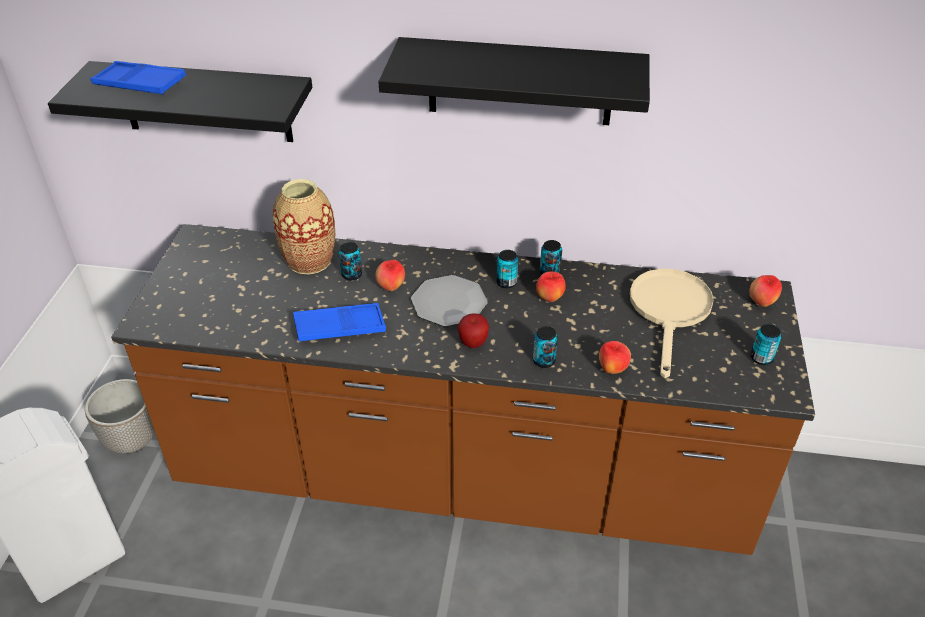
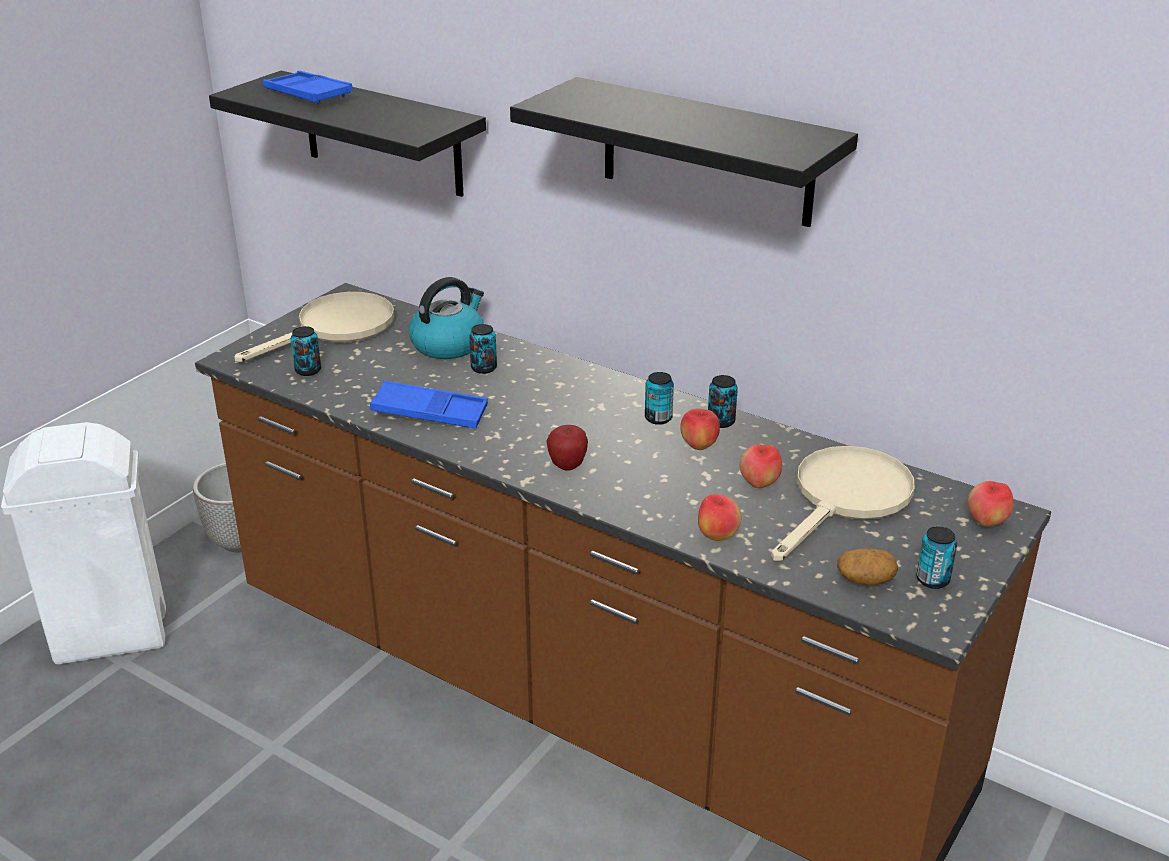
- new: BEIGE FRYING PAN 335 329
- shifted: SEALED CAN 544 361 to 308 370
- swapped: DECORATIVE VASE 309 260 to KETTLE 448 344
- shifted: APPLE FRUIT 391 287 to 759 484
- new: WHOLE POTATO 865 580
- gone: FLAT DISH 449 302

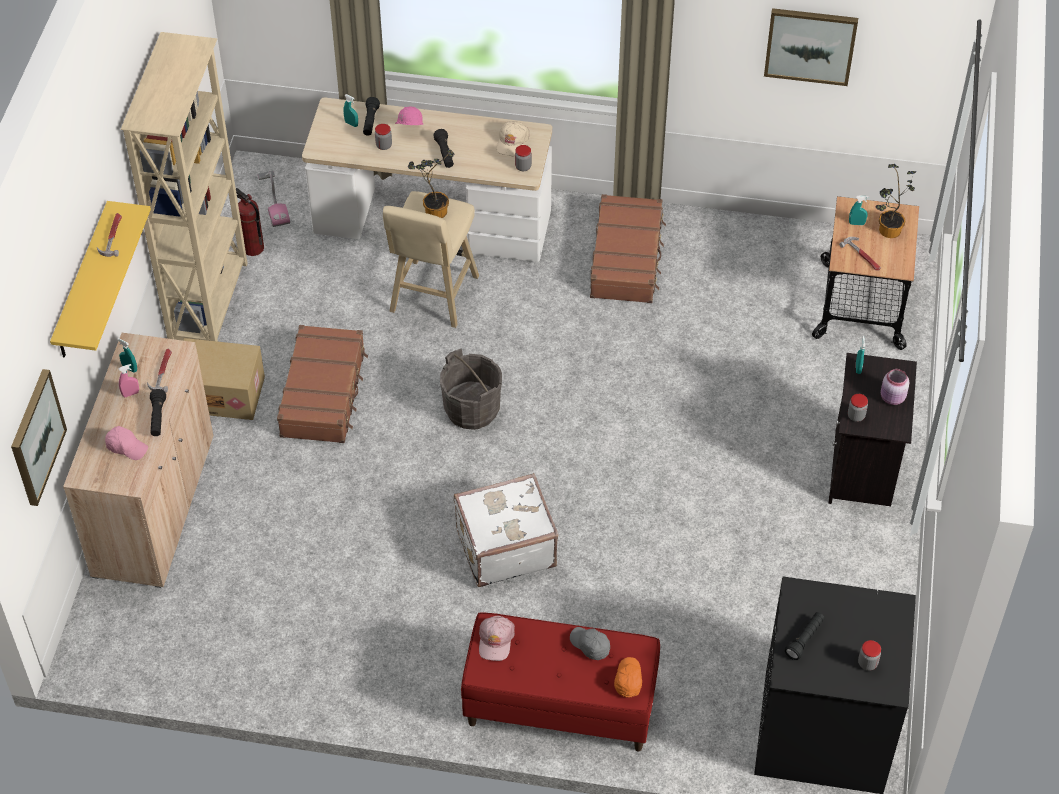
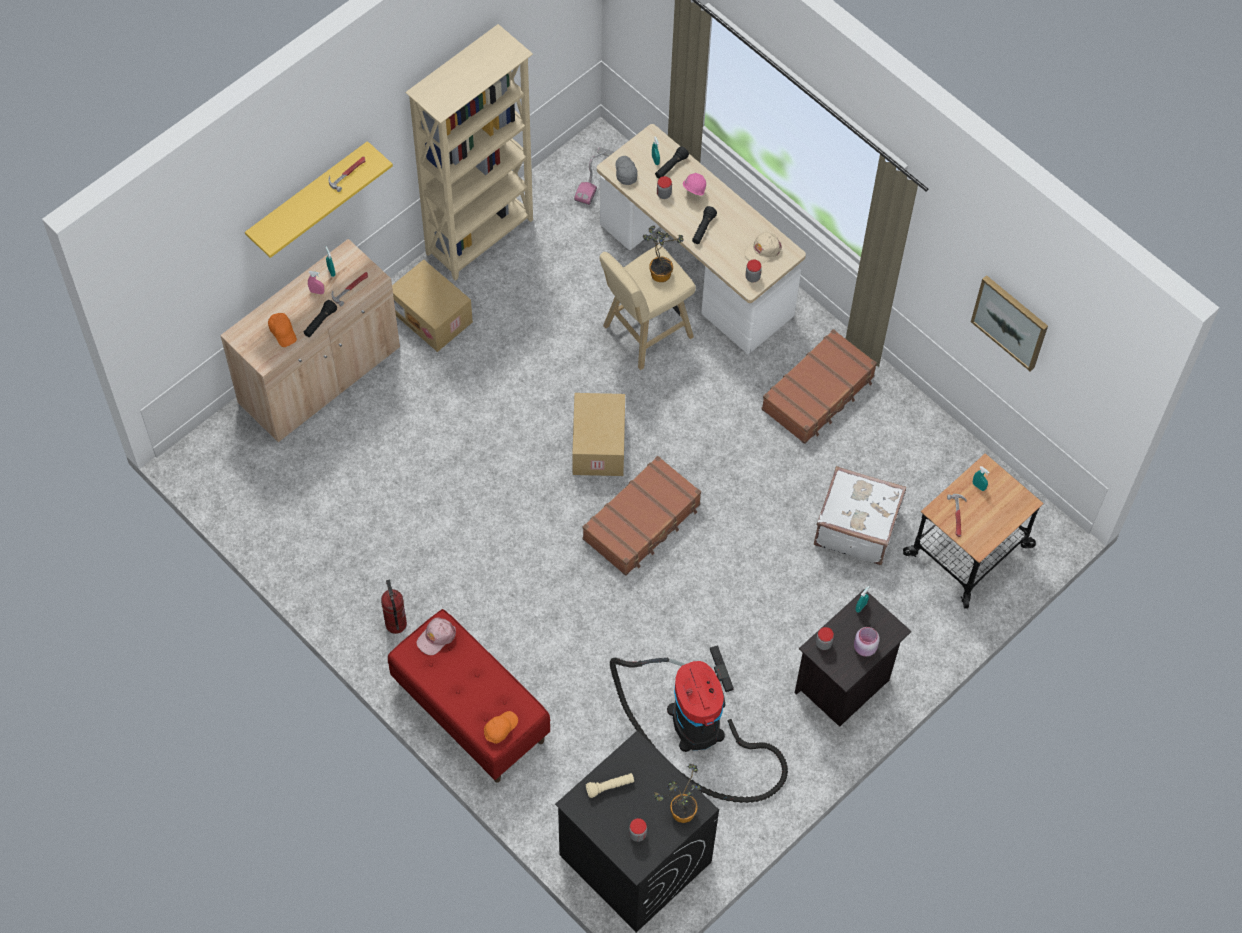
- repainted: PINK-COLOURED CAP 126 447 to ORANGE CAP 283 332
- shifted: EXTINGUISHER 252 248 to 395 624
- swapped: GREYISH BUCKET 471 409 to PACKING BOX 597 444
- shifted: BROWN-COLOURED PIECE OF LUGGAGE 324 393 to 642 522
- repainted: BLACK TORCH 804 639 to BEIGE TORCH 610 786
- new: VACUUM 699 729
- shifted: GREYISH CAP 590 646 to 625 173
- shifted: PLANT IN A POT 887 232 to 679 812
- shifted: WHITE-COLOURED PIECE OF LUGGAGE 504 547 to 856 526
- gone: PICTURE 36 437

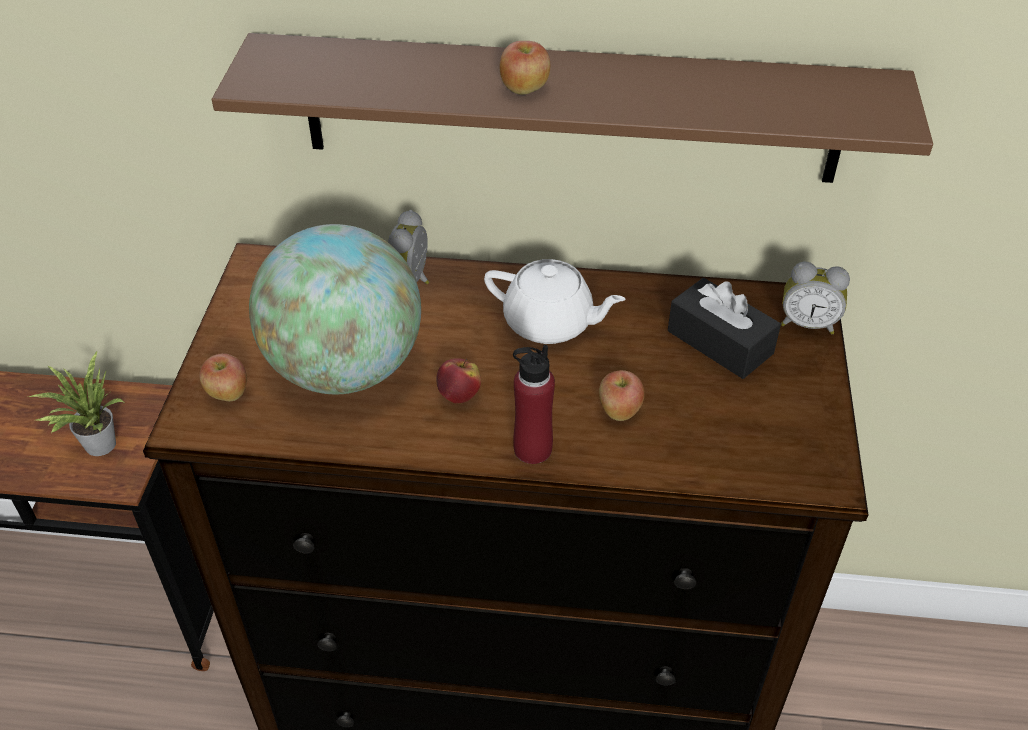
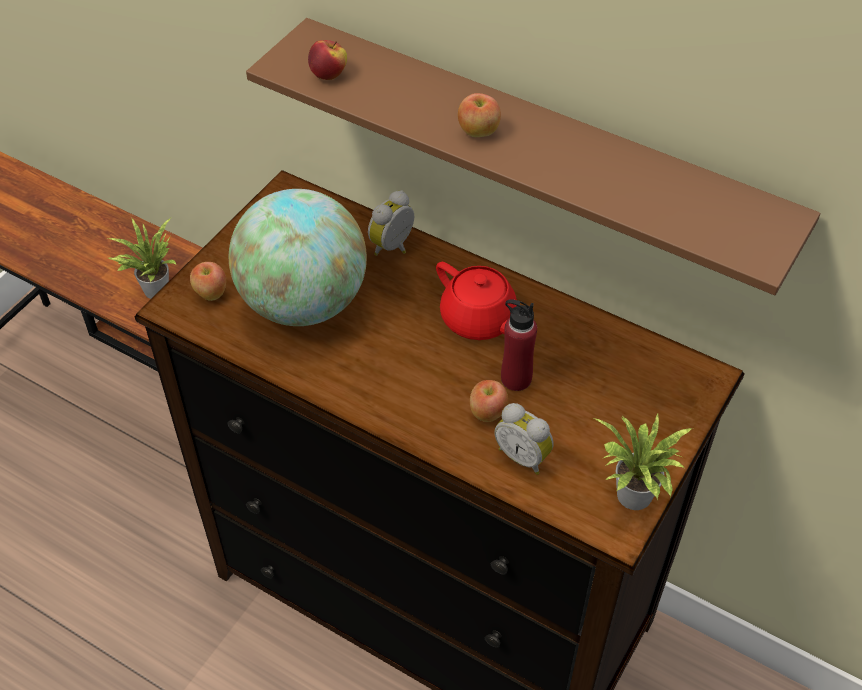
- shifted: APPLE FRUIT 459 395 to 328 75
- repainted: WHITE-COLOURED TEAPOT 550 323 to RED TEAPOT 479 320
- shifted: TABLE CLOCK 807 323 to 523 456
- shifted: RED BOTTLE 532 449 to 516 378
- new: PLANT IN A POT 633 499
- gone: BLACK BOX OF TISSUES 720 342

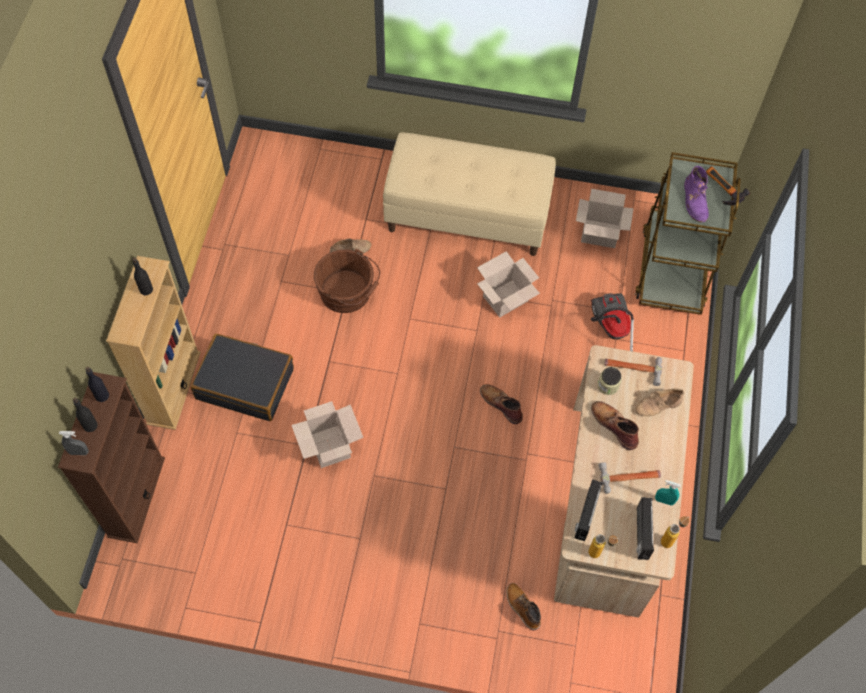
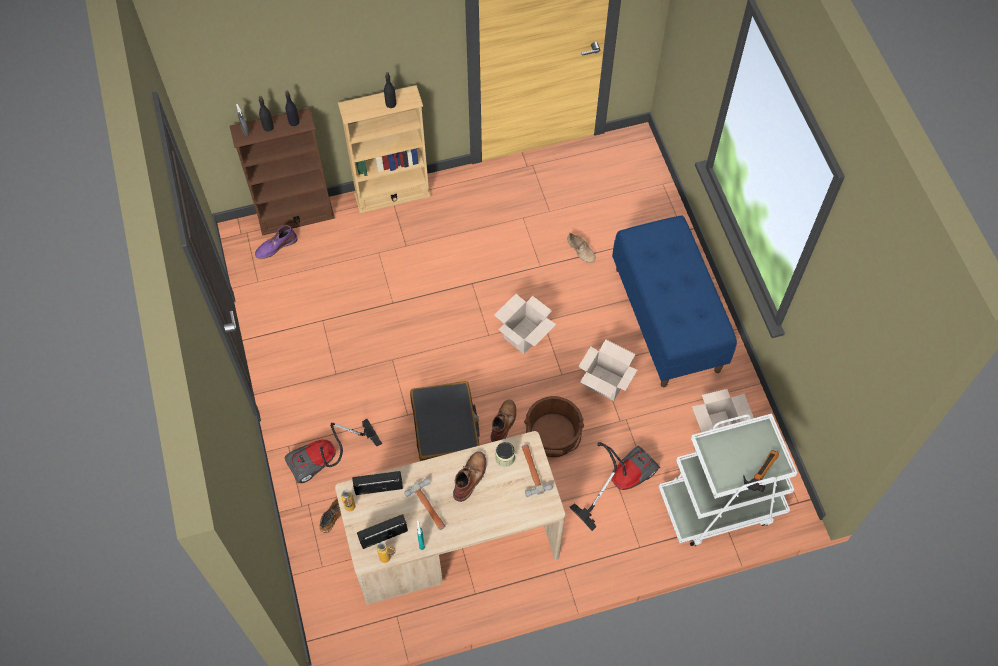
- shifted: PURPLISH BOOT 695 201 to 275 246
- new: VACUUM 327 460
- shifted: BLACK PIECE OF LUGGAGE 245 383 to 446 430
- shifted: PACKING BOX 328 446 to 524 334
- shifted: BROWN-COLOURED BUCKET 348 292 to 553 438
- repainted: BEIGE BENCH 468 216 to BLUE BENCH 668 319
- repainted: BROWN-COLOURED CART 672 268 to WHITE-COLOURED CART 720 504
- gone: BEIGE SHOE 658 406

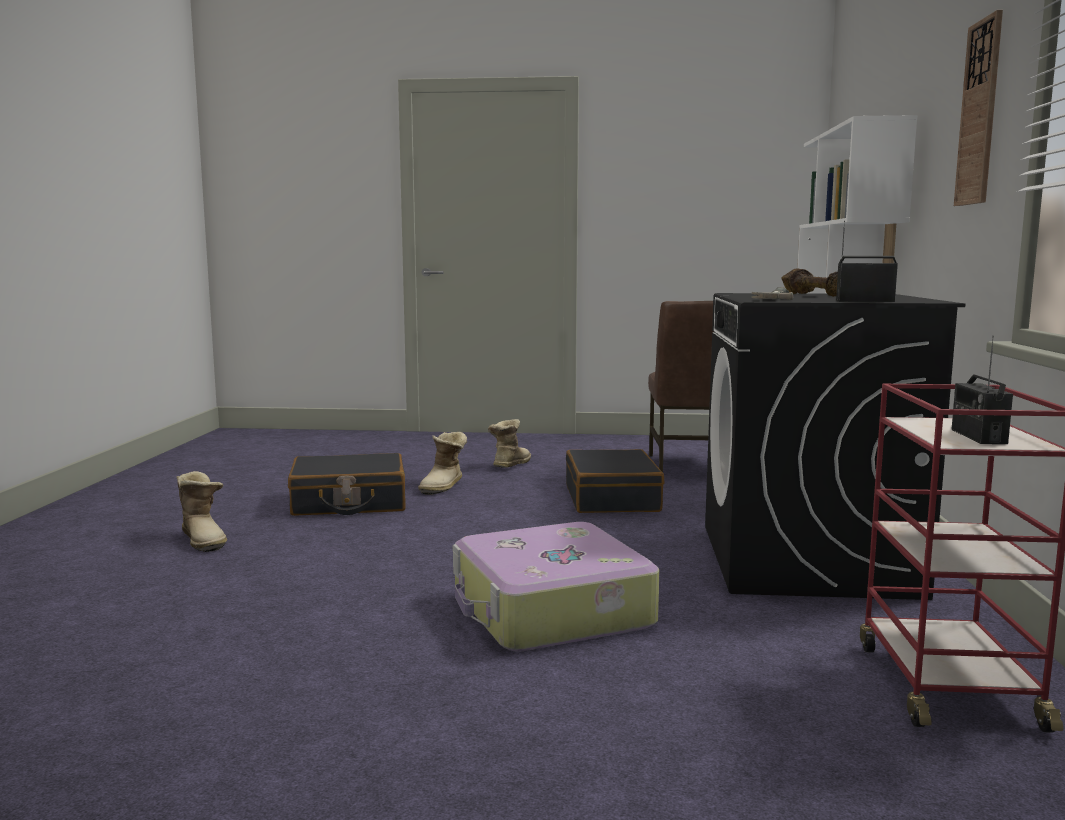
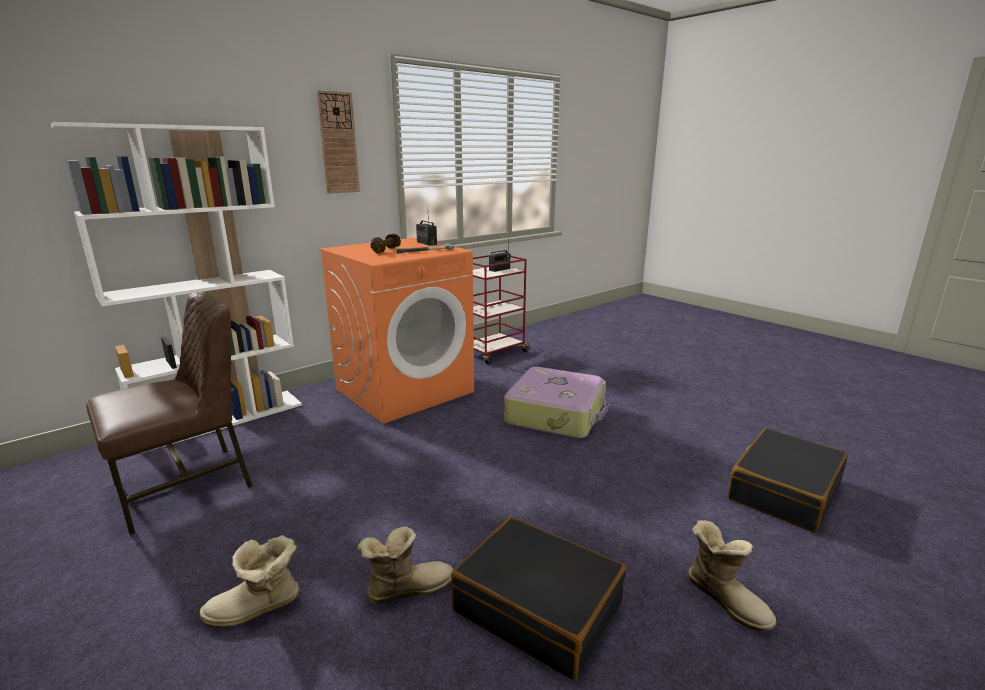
- repainted: BLACK WASHING MACHINE 807 561 to ORANGE WASHING MACHINE 405 390
- rotated: BOOT 205 539 = 726 598 135 degrees clockwise
- shifted: BLACK PIECE OF LUGGAGE 612 498 to 783 491

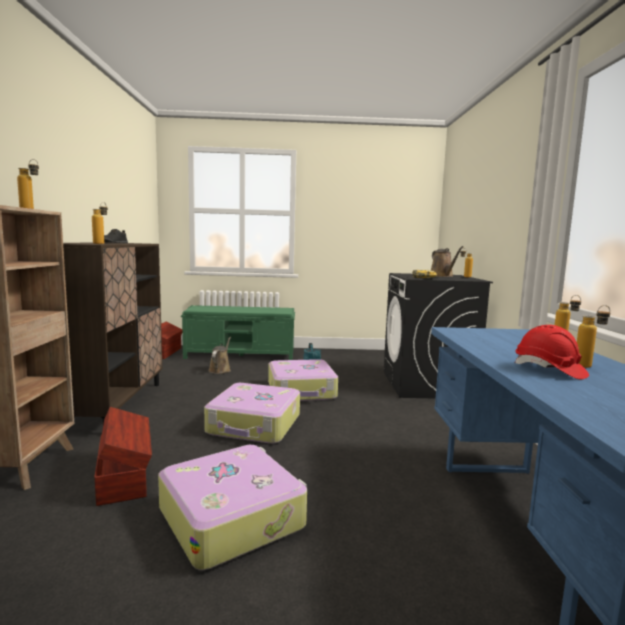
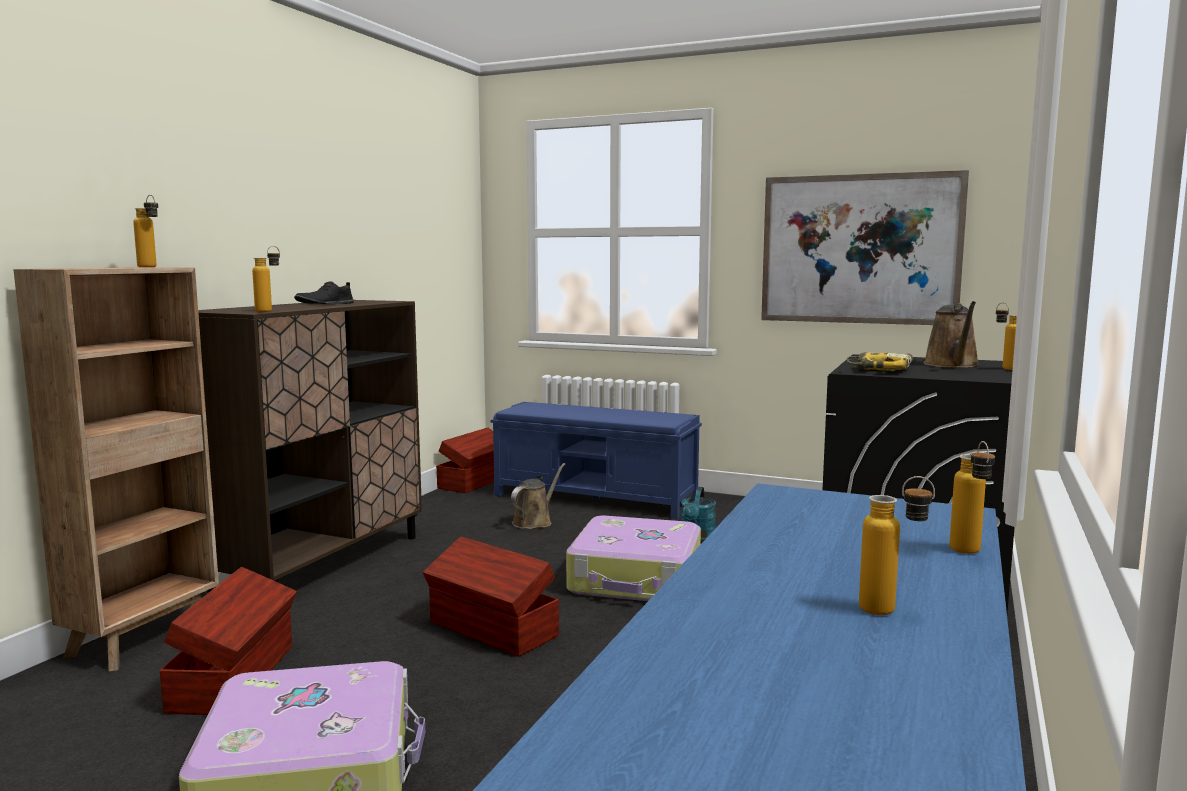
- swapped: PIECE OF LUGGAGE 254 425 to BROWN-COLOURED STORAGE BIN 492 630
- repainted: GREENISH BENCH 241 355 to BLUE BENCH 596 498
- new: PICTURE 859 249
- gone: RED HARD HAT 549 370

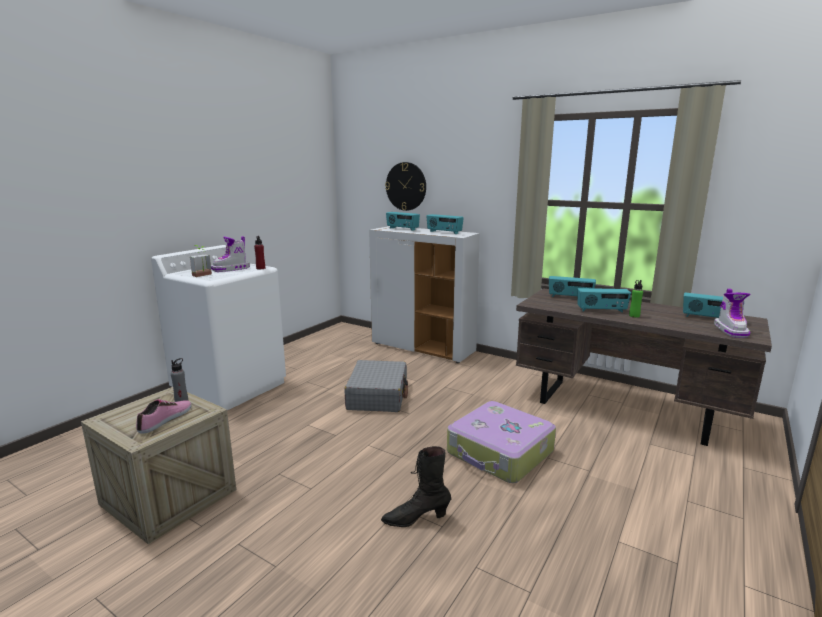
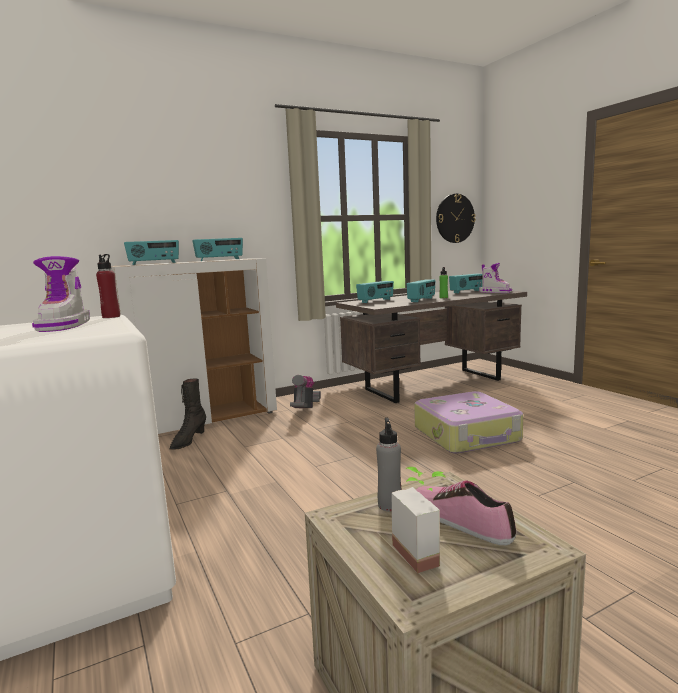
- shifted: BLACK BOOT 416 519 to 188 441
- new: VACUUM 305 409
- shifted: PLANT IN A POT 203 275 to 424 552
- shifted: WALL CLOCK 406 186 to 455 218
- gone: GREYISH PIECE OF LUGGAGE 378 396

